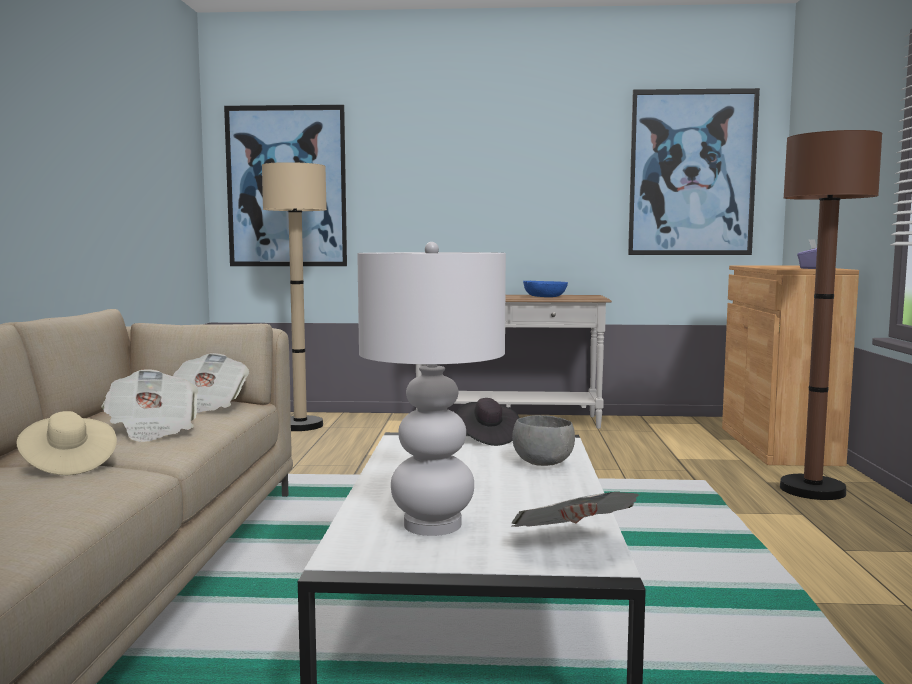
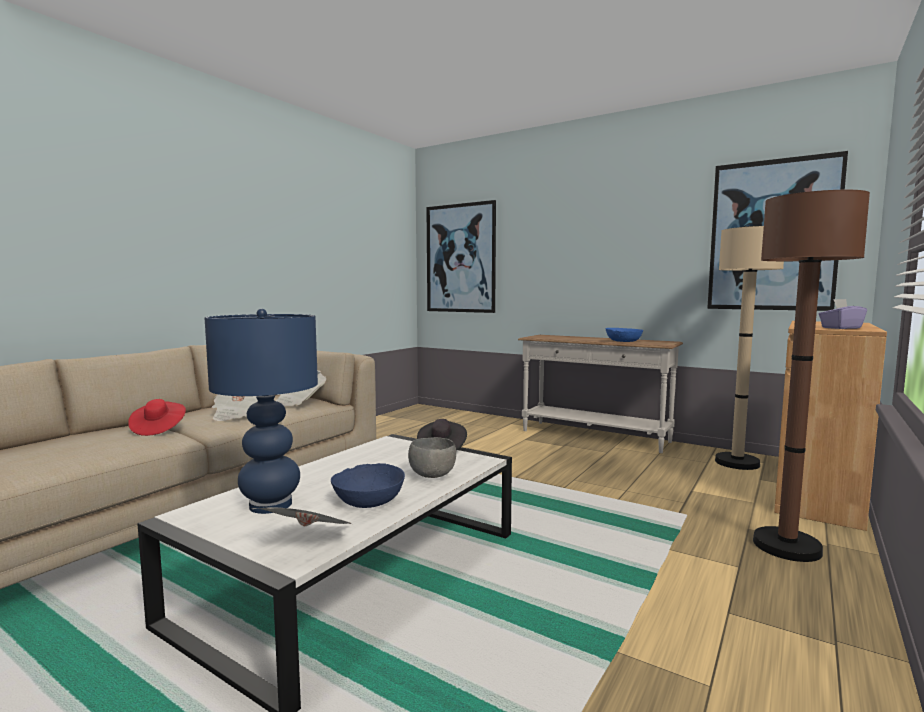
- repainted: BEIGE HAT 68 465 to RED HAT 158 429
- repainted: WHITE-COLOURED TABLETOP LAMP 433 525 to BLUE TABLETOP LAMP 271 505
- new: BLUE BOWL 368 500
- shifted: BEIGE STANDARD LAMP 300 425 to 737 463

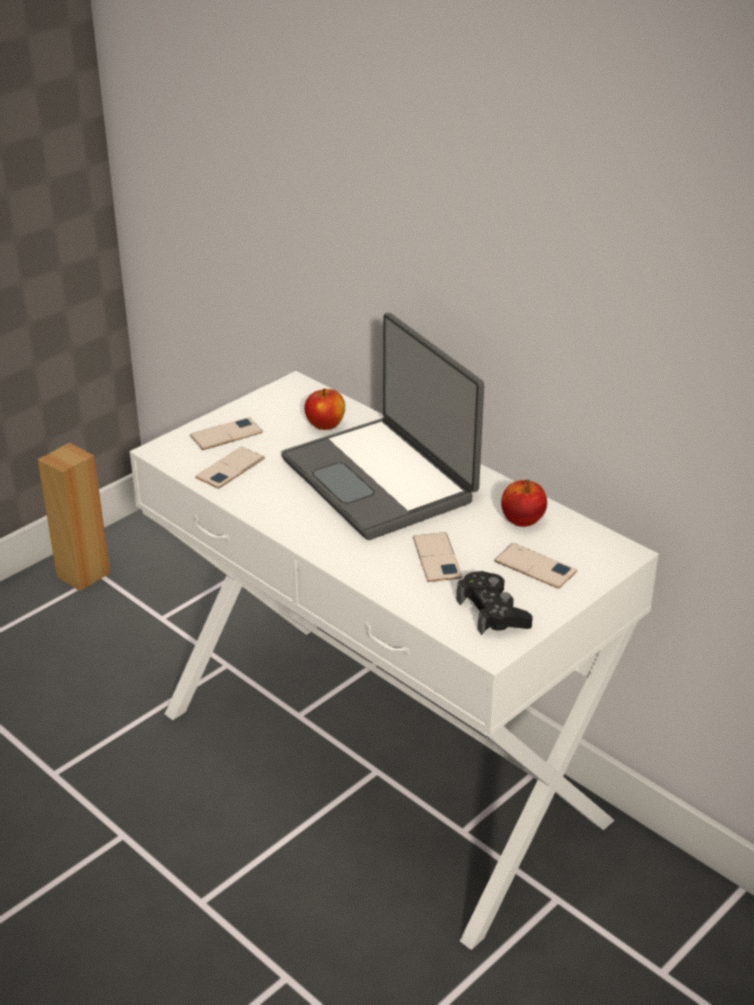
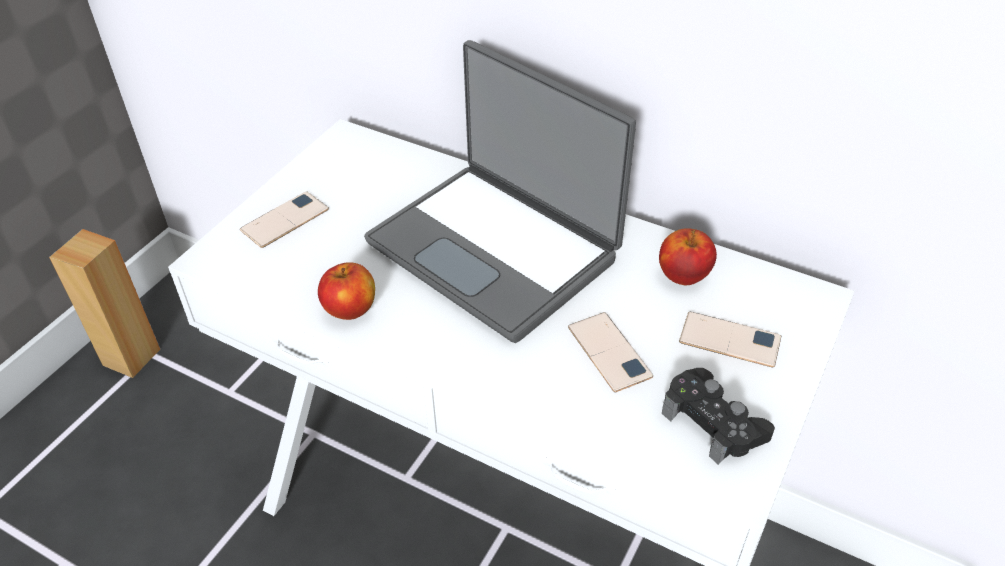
- shifted: APPLE FRUIT 325 425 to 350 309
- gone: PHONE 230 468

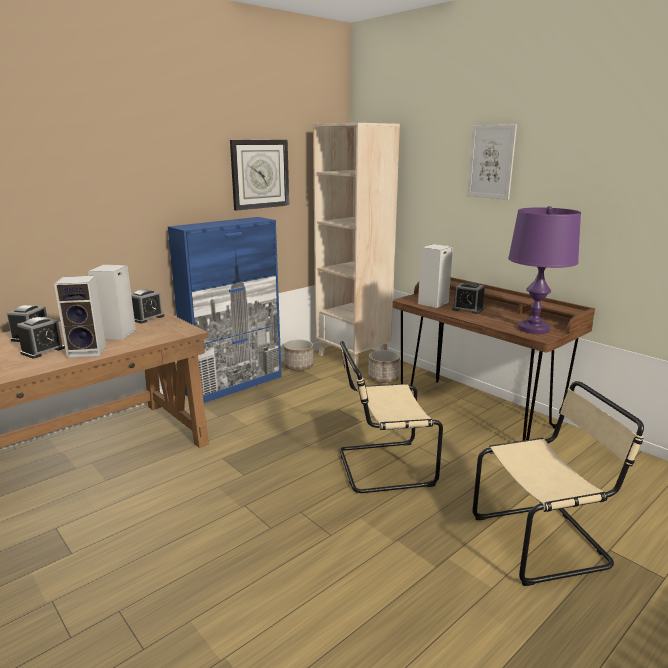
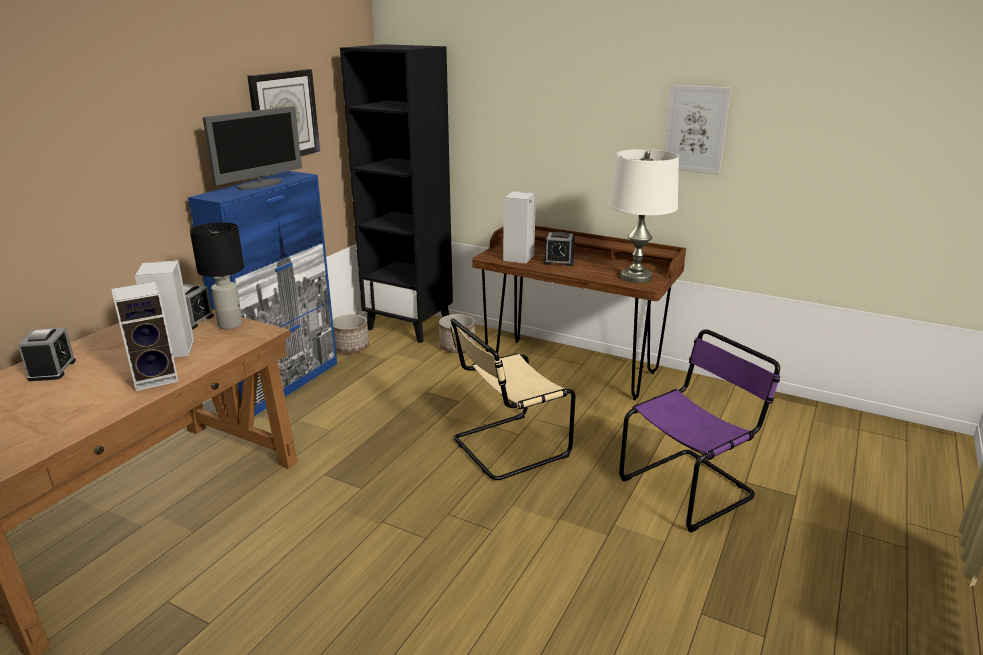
- new: BLACK TABLETOP LAMP 229 324
- new: MONITOR 260 185
- repainted: BEIGE BOOKCASE 353 357 to BLACK BOOKCASE 409 326
- repainted: PURPLISH TABLETOP LAMP 533 329 to WHITE-COLOURED TABLETOP LAMP 636 277
- repainted: BEIGE CHAIR 544 541 to PURPLISH CHAIR 690 487
- shifted: PICTURE 491 162 to 695 129
- gone: TABLE CLOCK 43 351

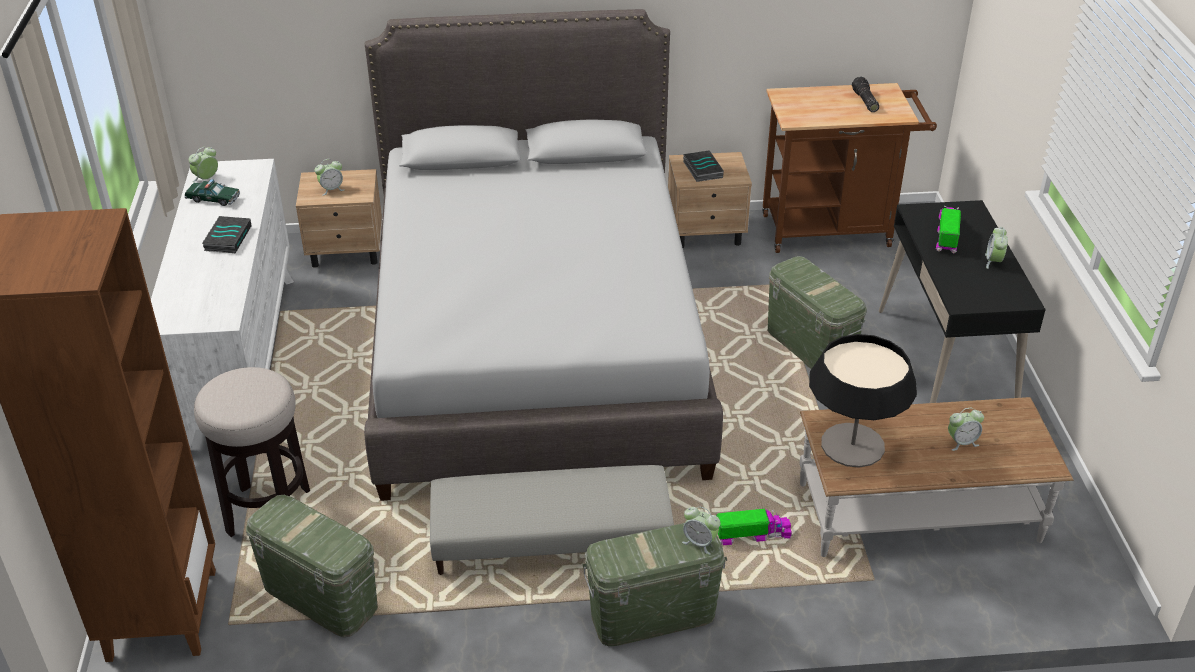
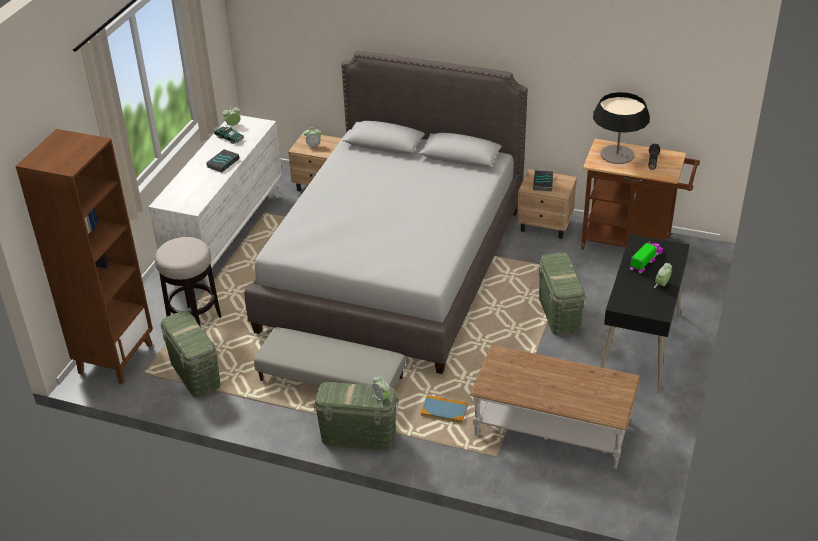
- swapped: MODEL TRUCK 753 534 to VOLUME 444 411
- shifted: TABLETOP LAMP 852 445 to 617 154
- gone: TABLE CLOCK 961 442

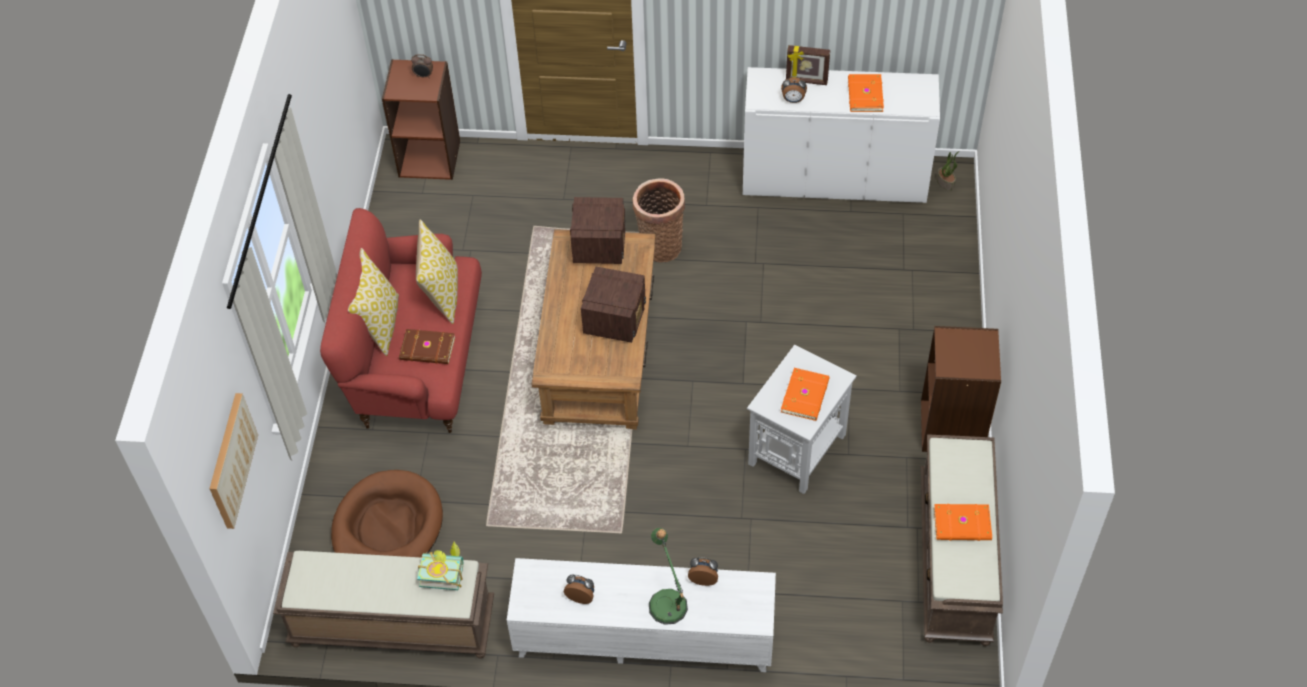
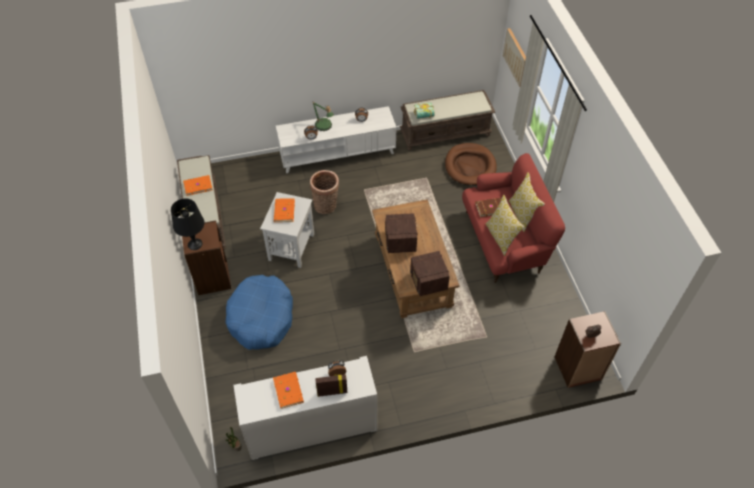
- new: BLACK TABLETOP LAMP 194 244
- new: BLUE PET BED 261 318
- shifted: BASKET 660 245 to 326 206

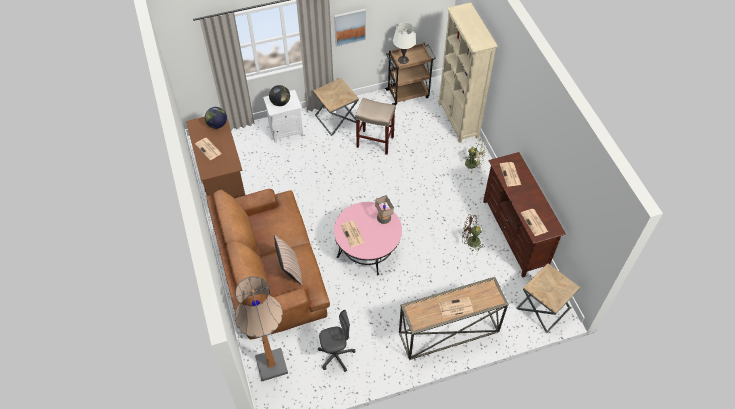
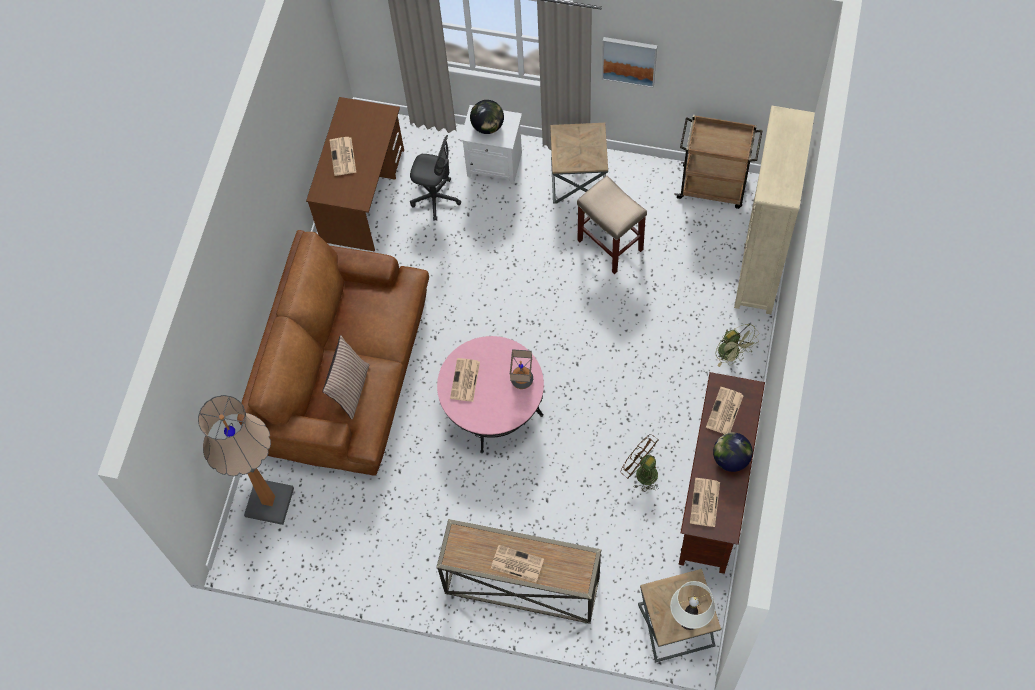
- shifted: GREYISH COMPUTER CHAIR 336 356 to 435 198
- shifted: WHITE-COLOURED TABLETOP LAMP 403 60 to 689 619
- shifted: WORLD GLOBE 217 124 to 730 458

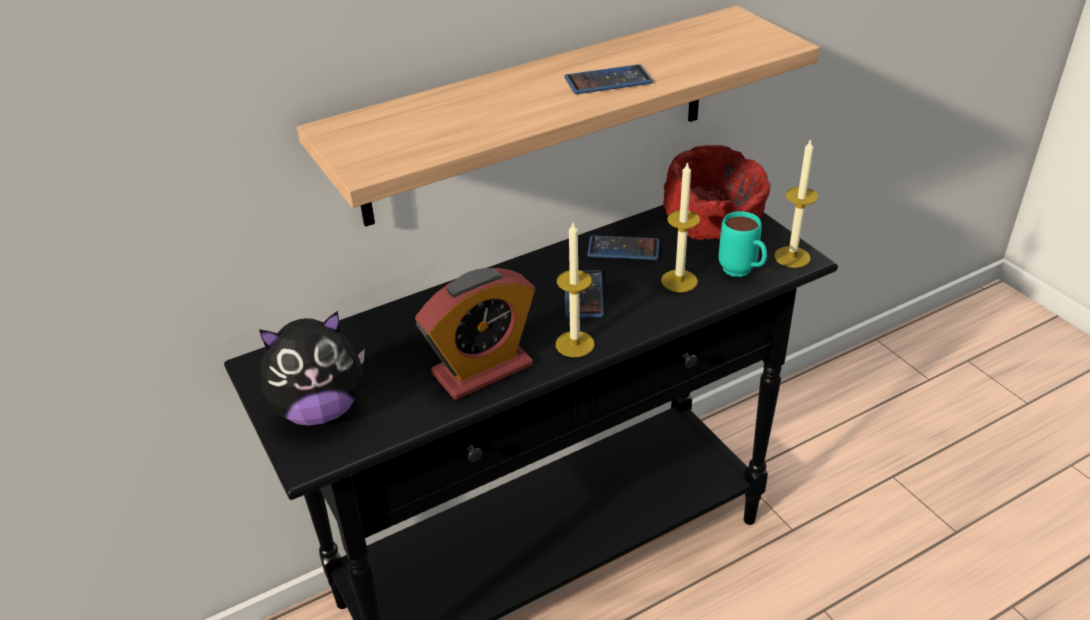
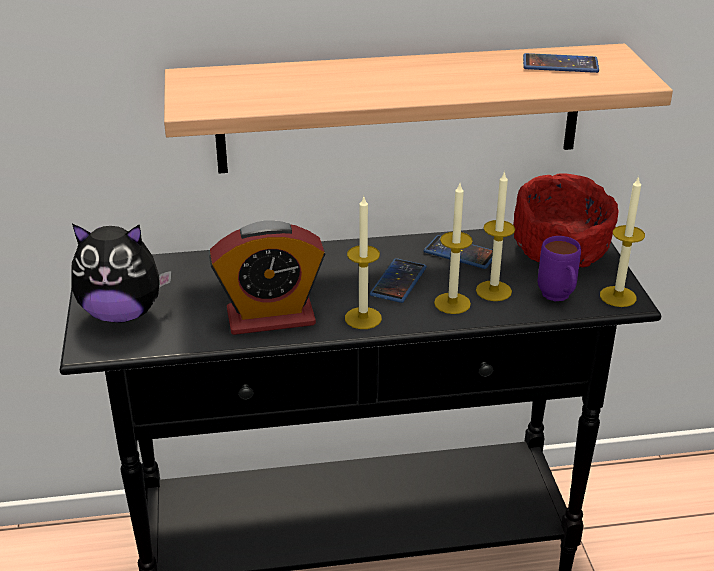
- new: CANDLE 452 303
- shifted: PHONE 608 81 to 560 64
- repainted: TURQUOISE COFFEE MUG 742 273 to PURPLISH COFFEE MUG 558 299

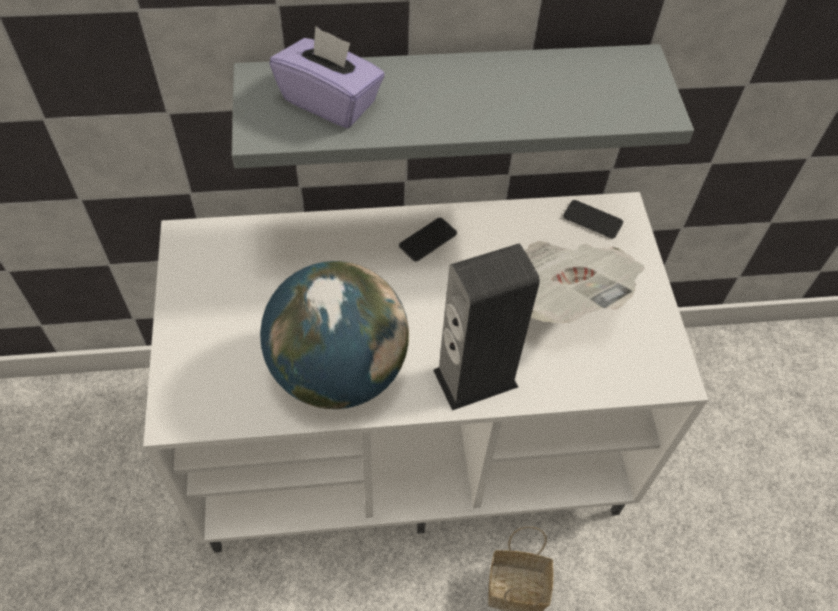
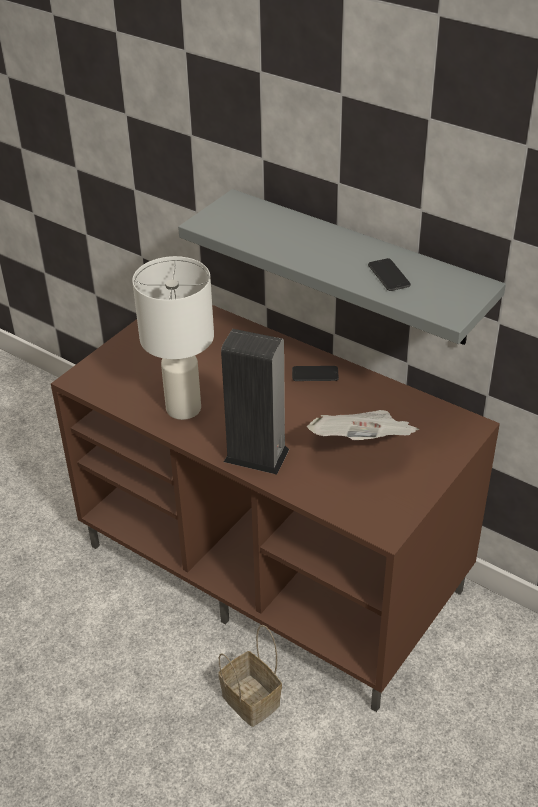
- repainted: WHITE-COLOURED TV STAND 413 440 to BROWN-COLOURED TV STAND 276 567
- swapped: WORLD GLOBE 337 372 to WHITE-COLOURED TABLETOP LAMP 182 407
- shifted: PHONE 592 220 to 389 275
- gone: PURPLISH BOX OF TISSUES 330 101

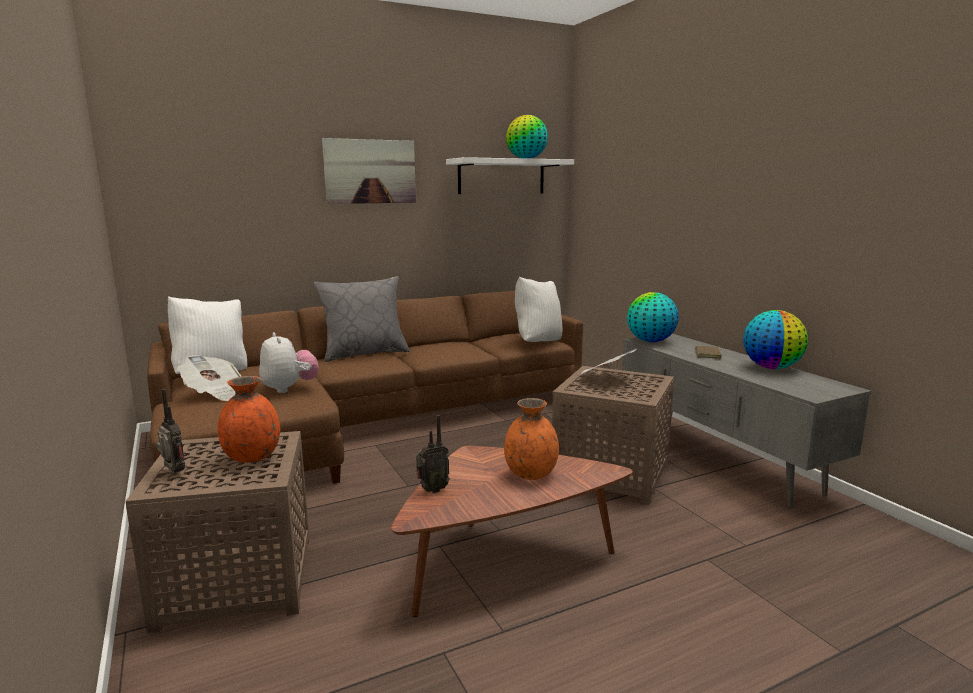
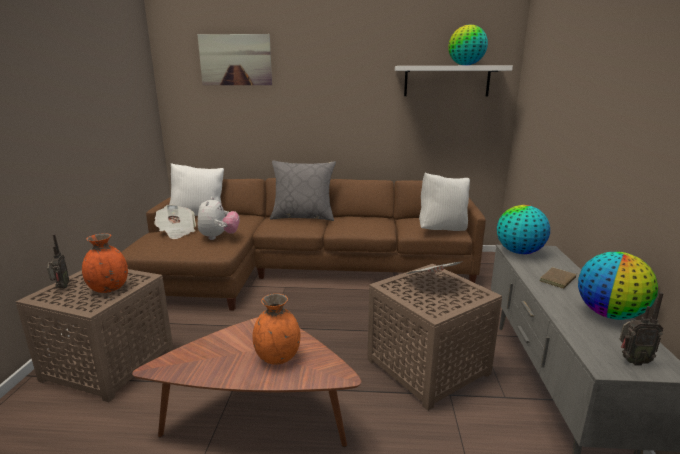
- shifted: PICTURE 370 171 to 235 60
- shifted: RADIO 432 490 to 632 361

